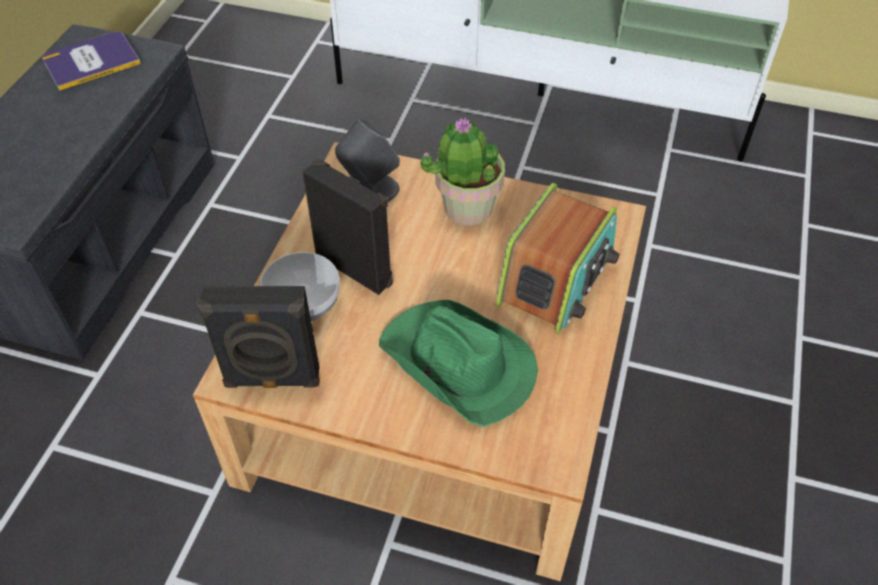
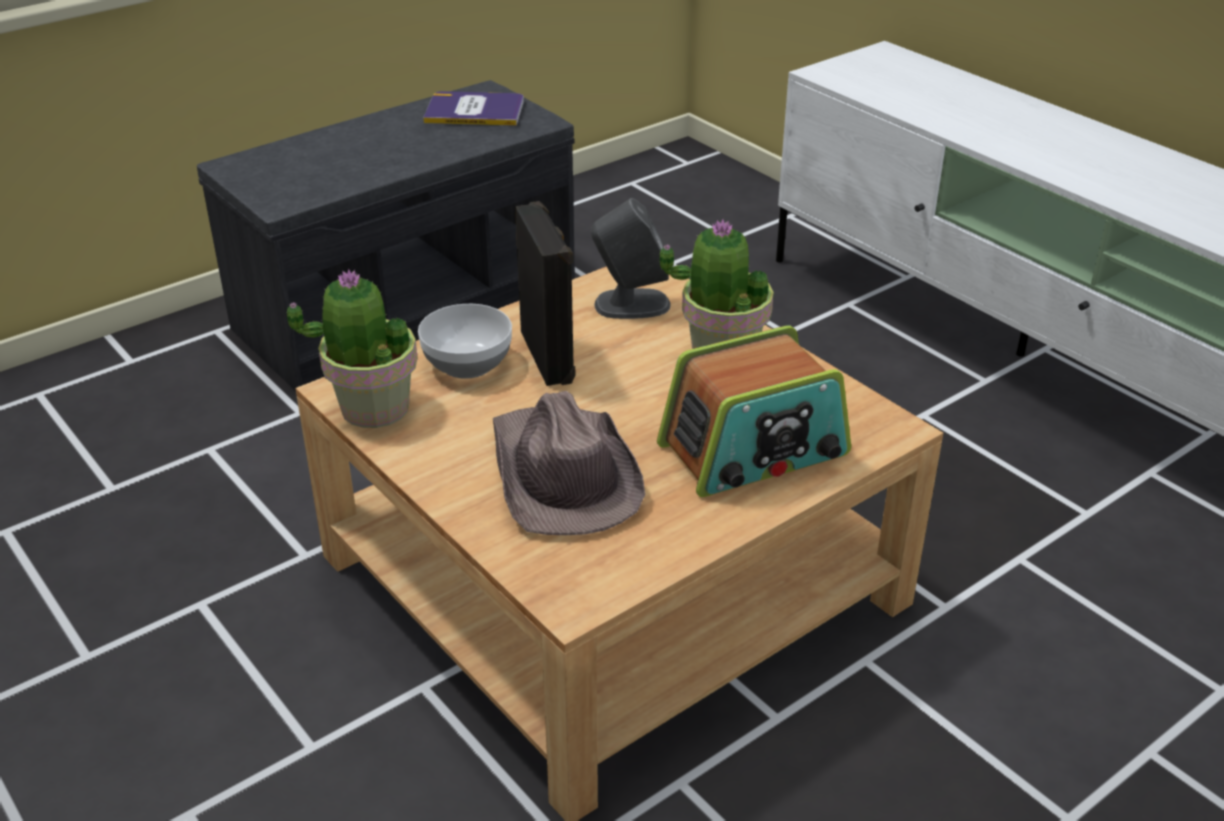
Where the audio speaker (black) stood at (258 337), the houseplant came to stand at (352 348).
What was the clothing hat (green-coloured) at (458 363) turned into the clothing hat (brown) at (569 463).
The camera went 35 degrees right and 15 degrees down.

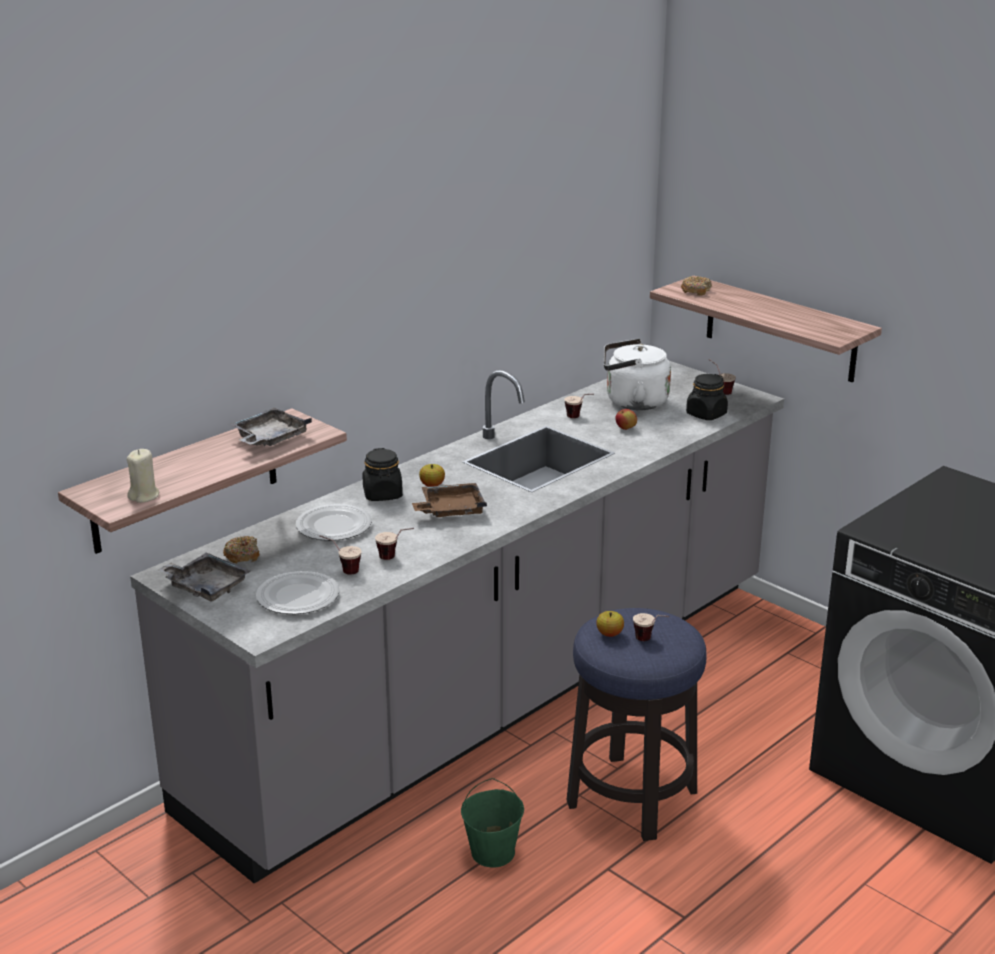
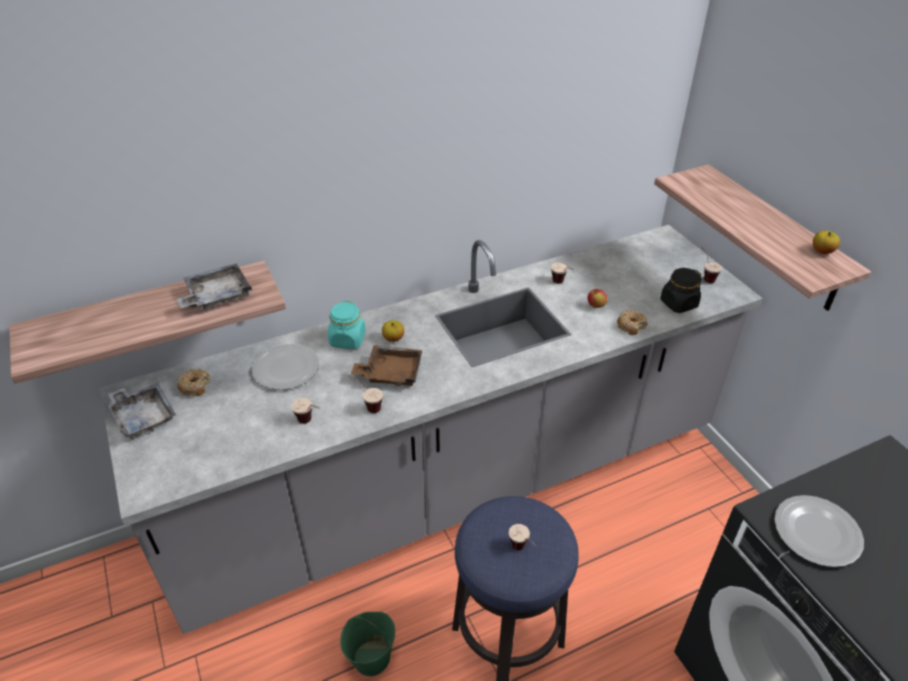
The second view lost the wax light (beige) at (143 476).
The second view lost the kettle (whitish) at (637 374).
The plate ended up elsewhere, having gone from (298 592) to (819 531).
The cup ended up elsewhere, having gone from (340 555) to (366 394).
The whole apple ended up elsewhere, having gone from (610 624) to (826 242).
The ring doughnut ended up elsewhere, having gone from (696 286) to (632 323).
What was the preserve jar (black) at (383 474) turned into the preserve jar (blue-green) at (347 325).
The camera went 20 degrees right and 15 degrees up.

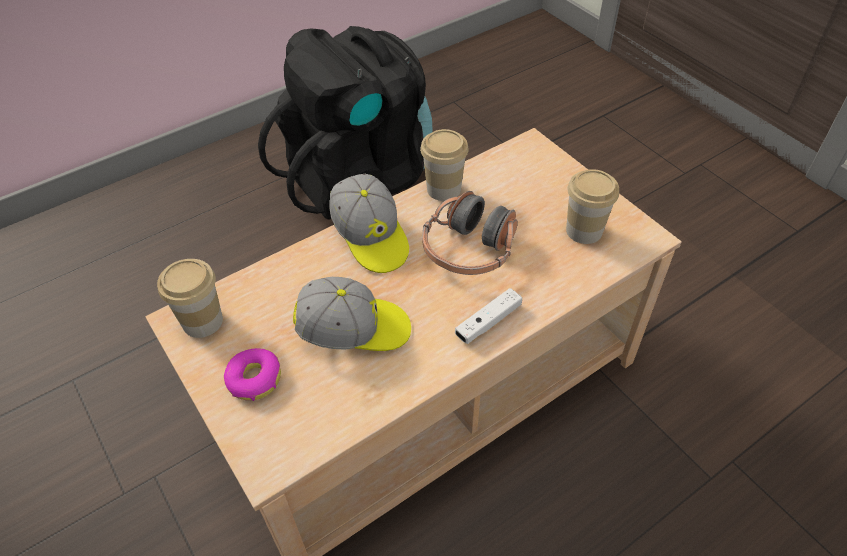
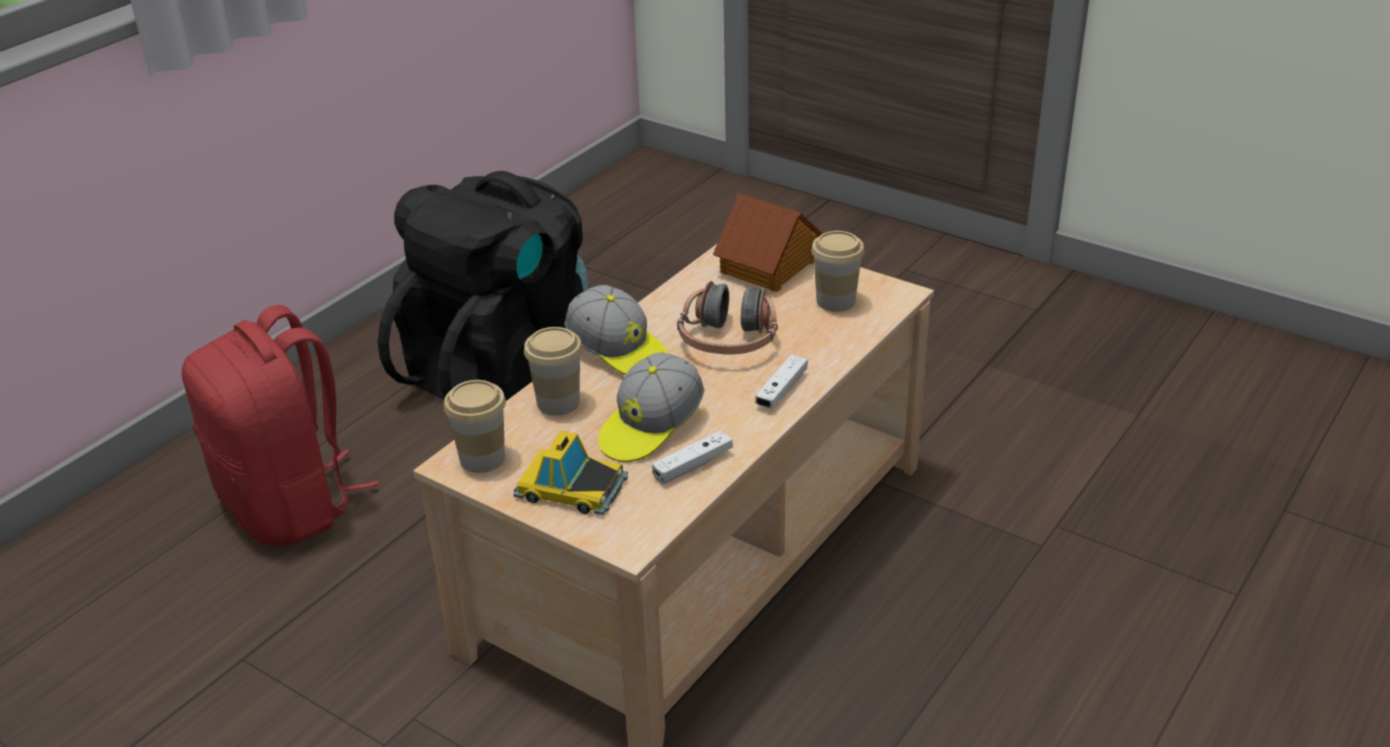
The second view gained the backpack (reddish) at (280 425).
The second view gained the gamepad (whitish) at (692 457).
The second view gained the toy house at (768 242).
The cup ended up elsewhere, having gone from (444 165) to (553 371).
Where the ring doughnut stood at (252 374), the miniature car came to stand at (570 473).
The peaked cap at (352 314) ended up facing another way, 150 degrees clockwise from before.
The camera went 20 degrees left and 15 degrees down.

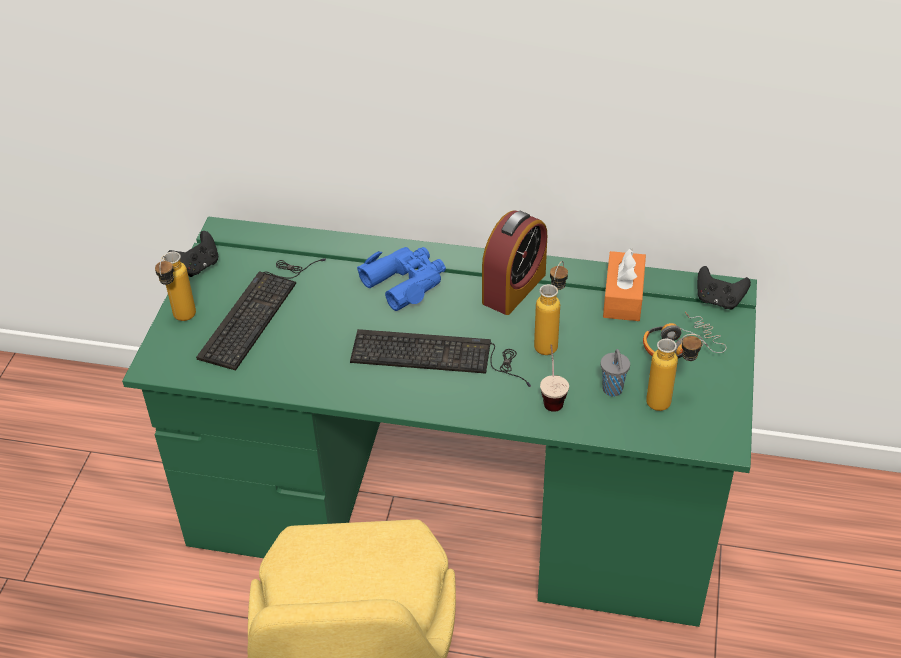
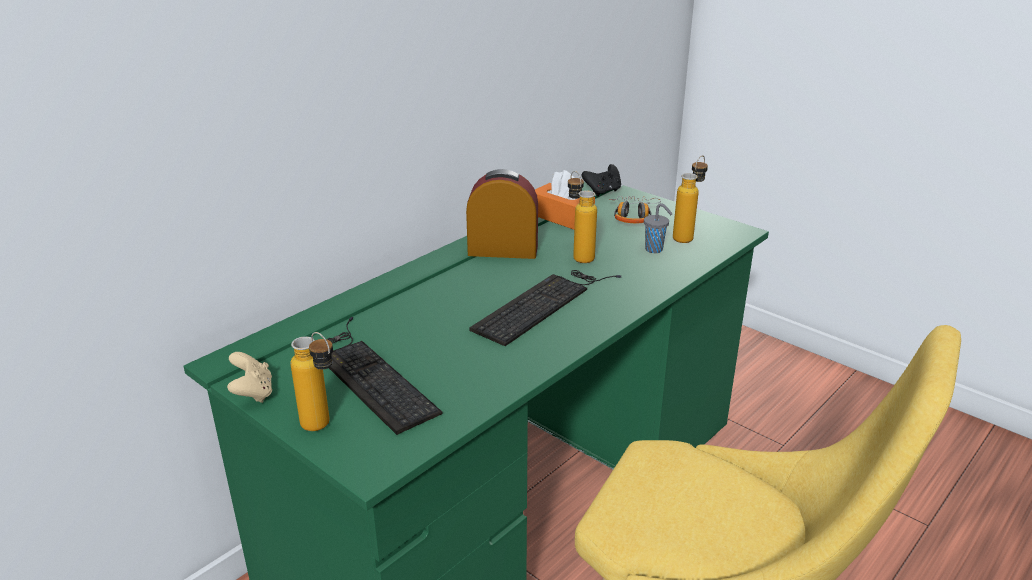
The second view lost the binoculars (bluish) at (401 279).
The second view lost the cup at (554 378).
What was the gamepad (black) at (193 254) turned into the gamepad (beige) at (249 377).
The bedside clock at (514 262) ended up facing another way, 60 degrees counterclockwise from before.
The camera went 60 degrees left and 15 degrees down.

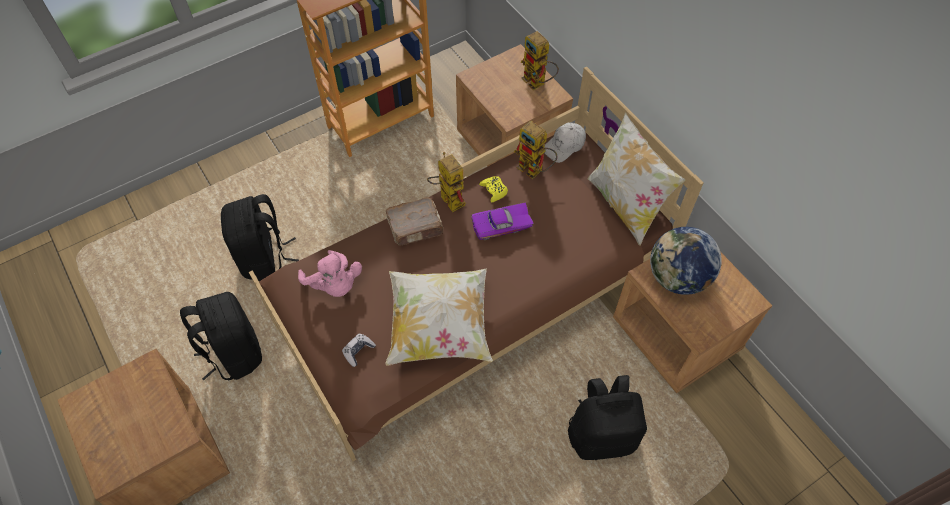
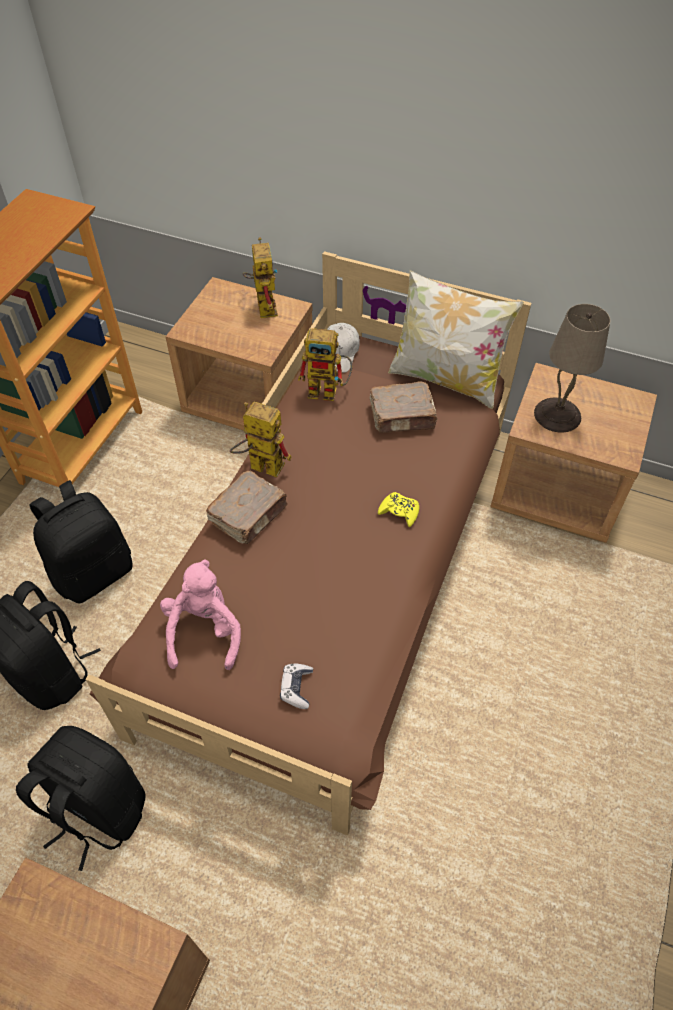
The second view lost the cushion at (439 317).
The second view lost the miniature car (purple-coloured) at (502 221).
The second view gained the book (brown) at (403 407).
The gamepad (yellowish) ended up elsewhere, having gone from (493 189) to (398 509).
The backpack (black) ended up elsewhere, having gone from (607 417) to (81 542).
Where the desk globe stood at (686 261), the tabletop lamp (beige) came to stand at (572 368).
The soft toy (pink-coloured) at (330 273) ended up facing another way, 105 degrees counterclockwise from before.
The model robot at (540 60) ended up facing another way, 120 degrees counterclockwise from before.
The camera went 35 degrees left and 5 degrees down.

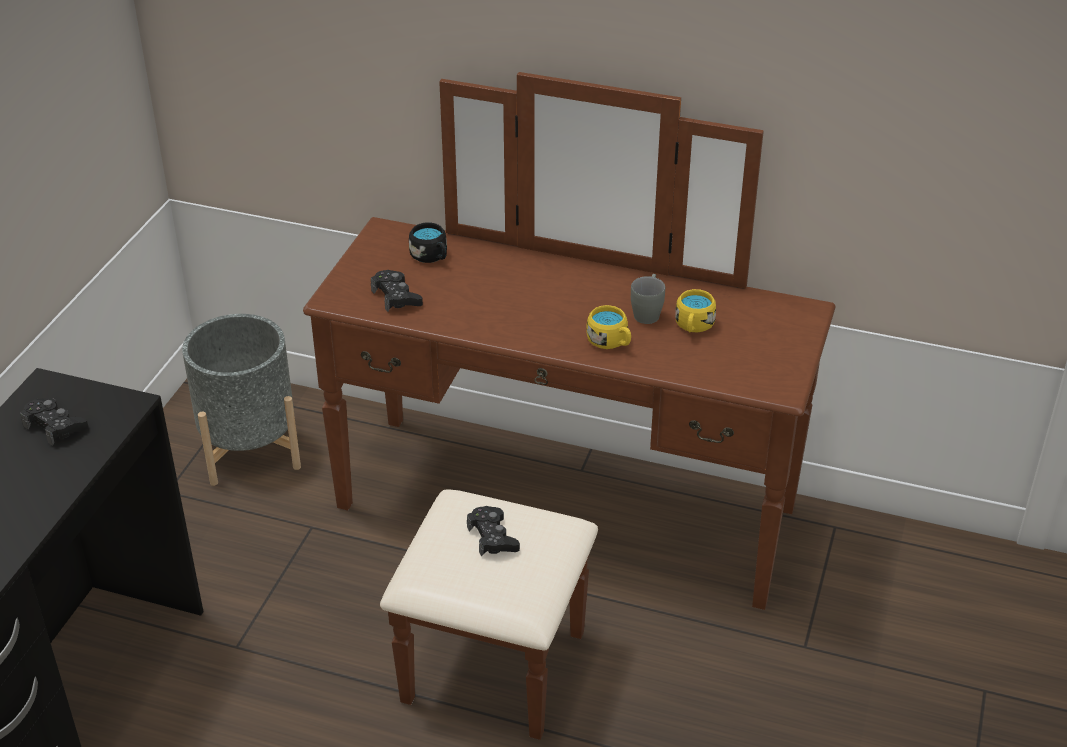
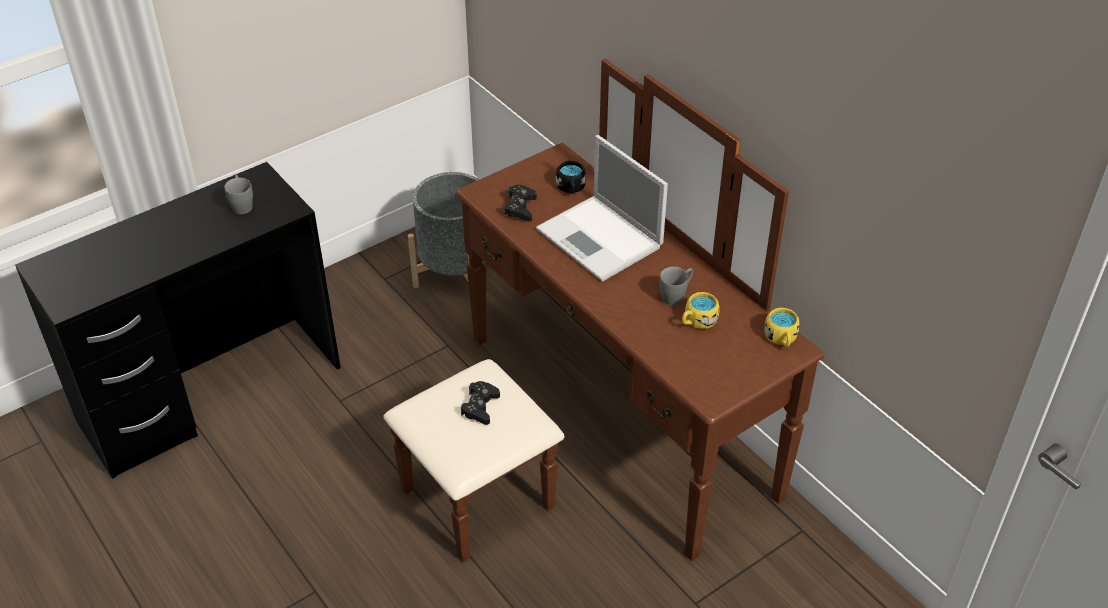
The second view gained the notebook computer at (602 208).
The tea mug (yellowish) ended up elsewhere, having gone from (608 327) to (782 327).
Where the gamepad (black) stood at (54 422), the tea mug (gray) came to stand at (238 194).
The camera went 35 degrees right and 5 degrees up.

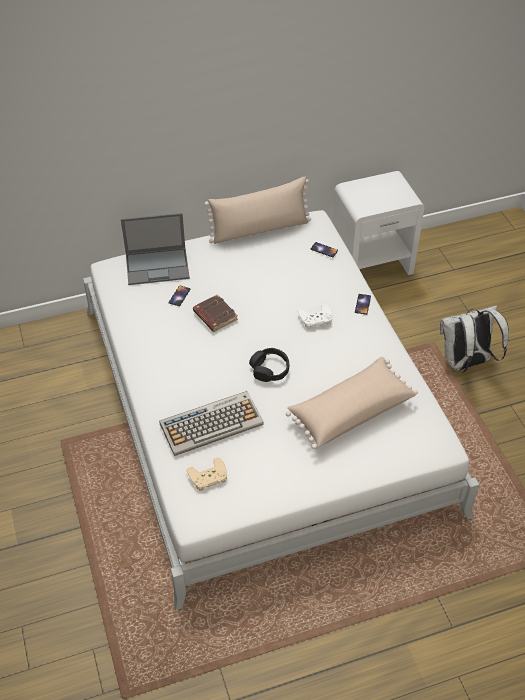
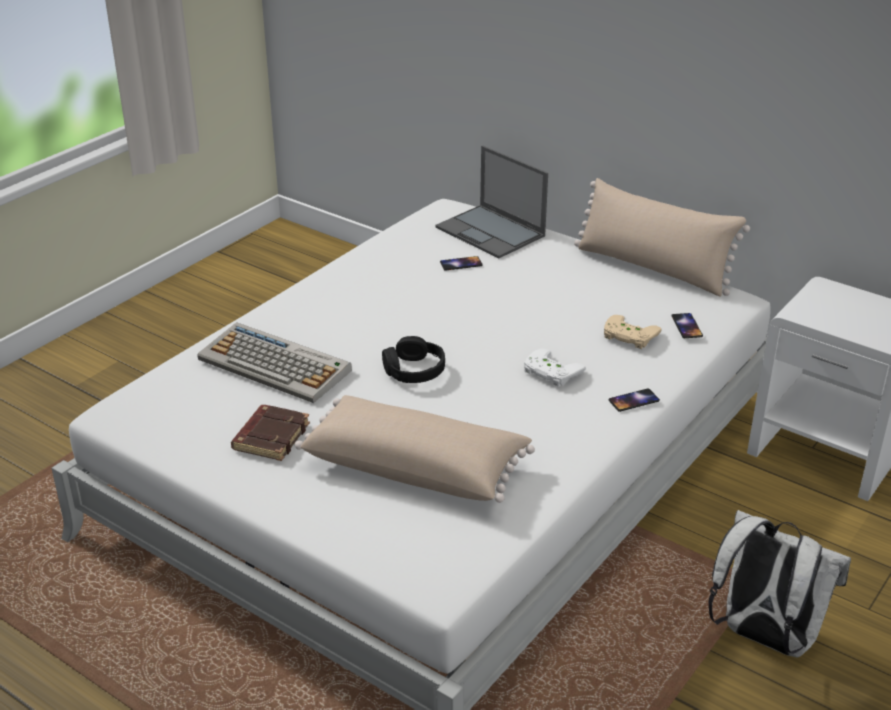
The gamepad (beige) ended up elsewhere, having gone from (207 474) to (633 332).
The book (brown) ended up elsewhere, having gone from (215 313) to (270 433).
The camera went 55 degrees right and 15 degrees down.

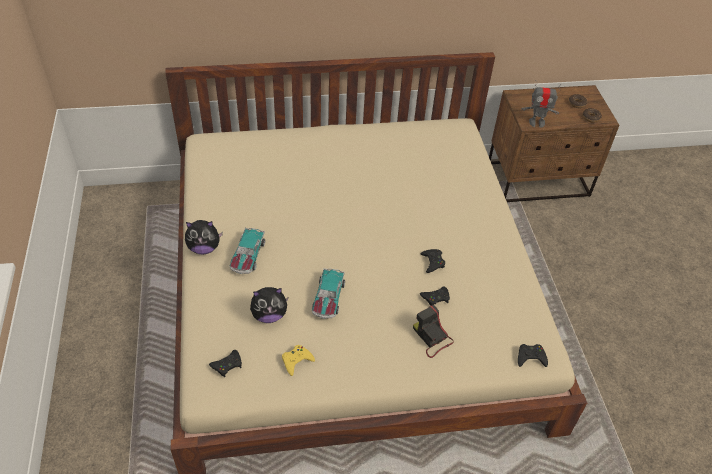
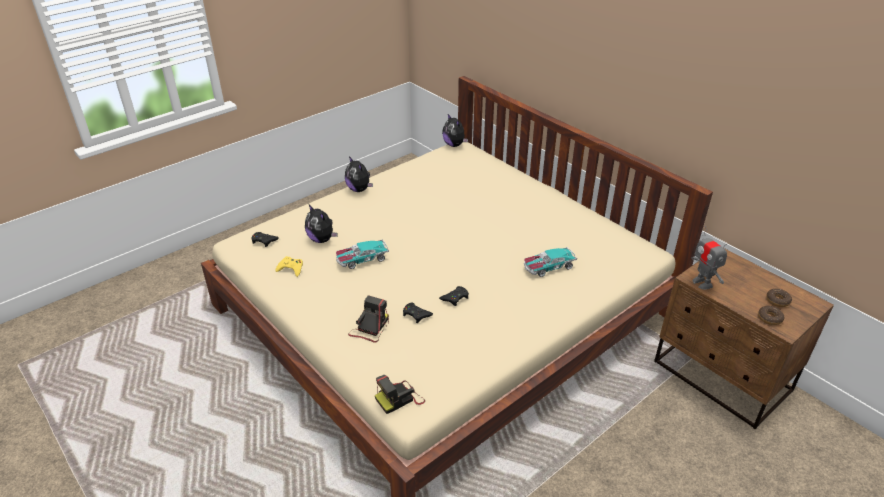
The second view gained the soft toy at (455 130).
The miniature car ended up elsewhere, having gone from (247 251) to (550 262).
Where the gamepad (black) stood at (533 355), the still camera came to stand at (400 394).
The camera went 60 degrees right and 10 degrees down.

